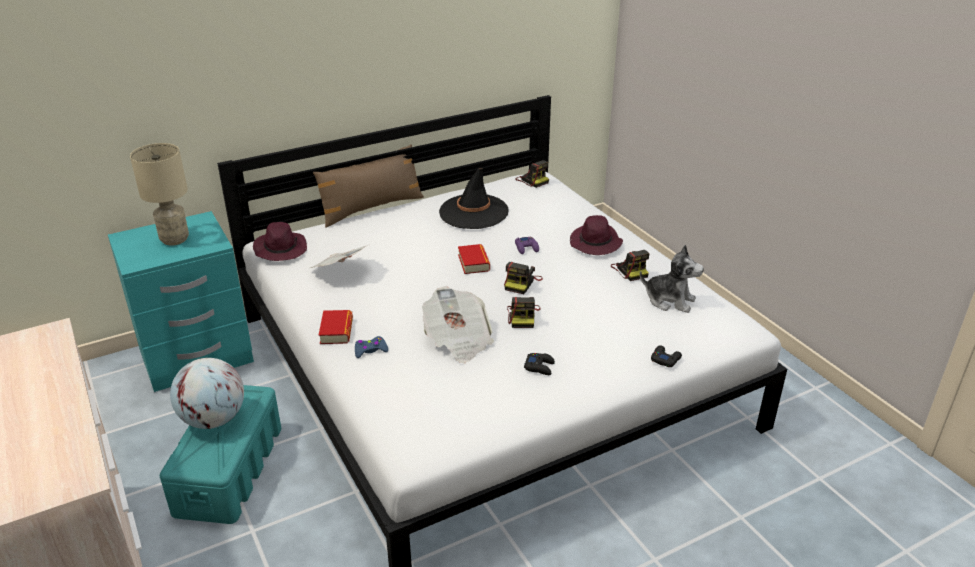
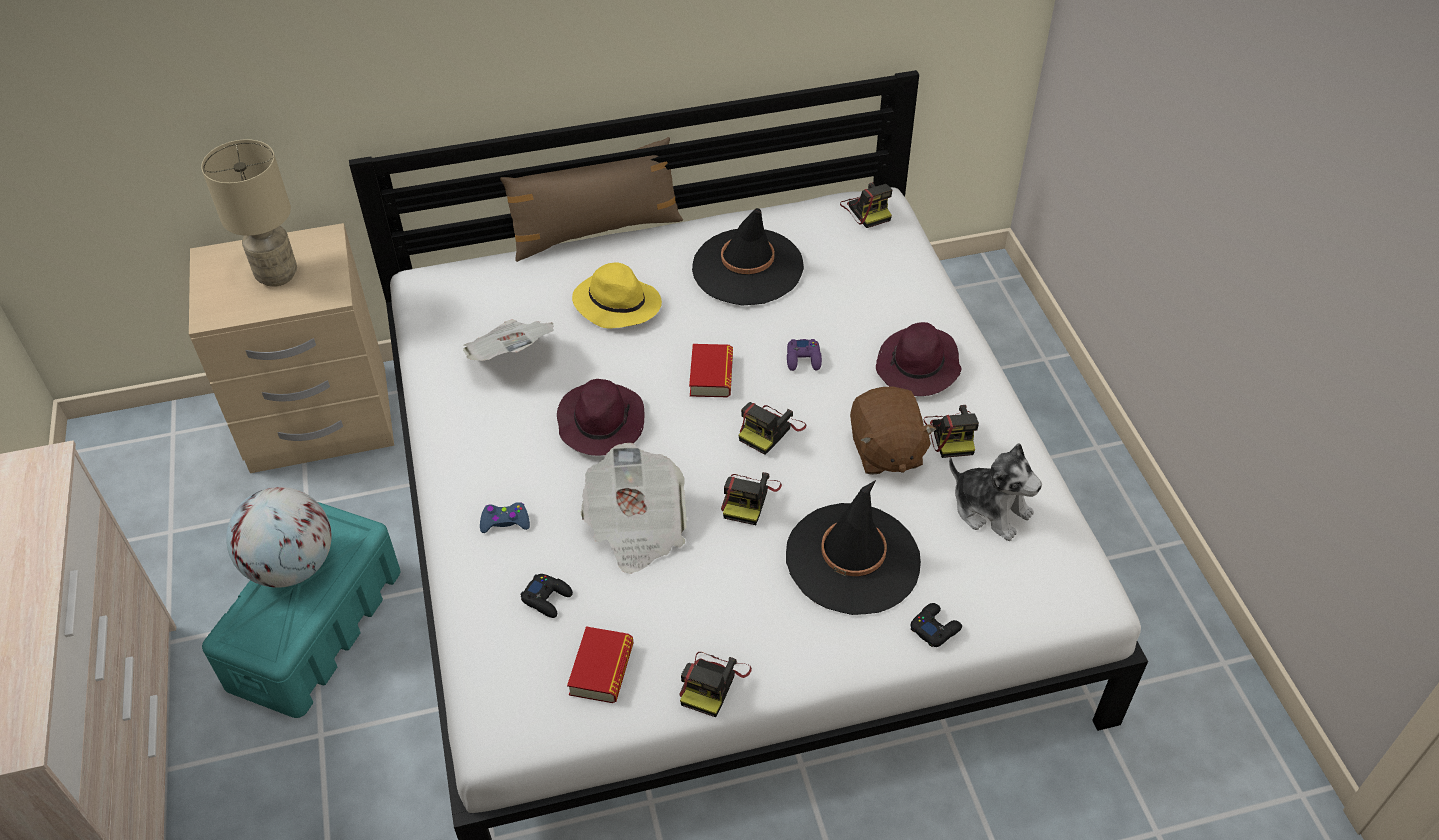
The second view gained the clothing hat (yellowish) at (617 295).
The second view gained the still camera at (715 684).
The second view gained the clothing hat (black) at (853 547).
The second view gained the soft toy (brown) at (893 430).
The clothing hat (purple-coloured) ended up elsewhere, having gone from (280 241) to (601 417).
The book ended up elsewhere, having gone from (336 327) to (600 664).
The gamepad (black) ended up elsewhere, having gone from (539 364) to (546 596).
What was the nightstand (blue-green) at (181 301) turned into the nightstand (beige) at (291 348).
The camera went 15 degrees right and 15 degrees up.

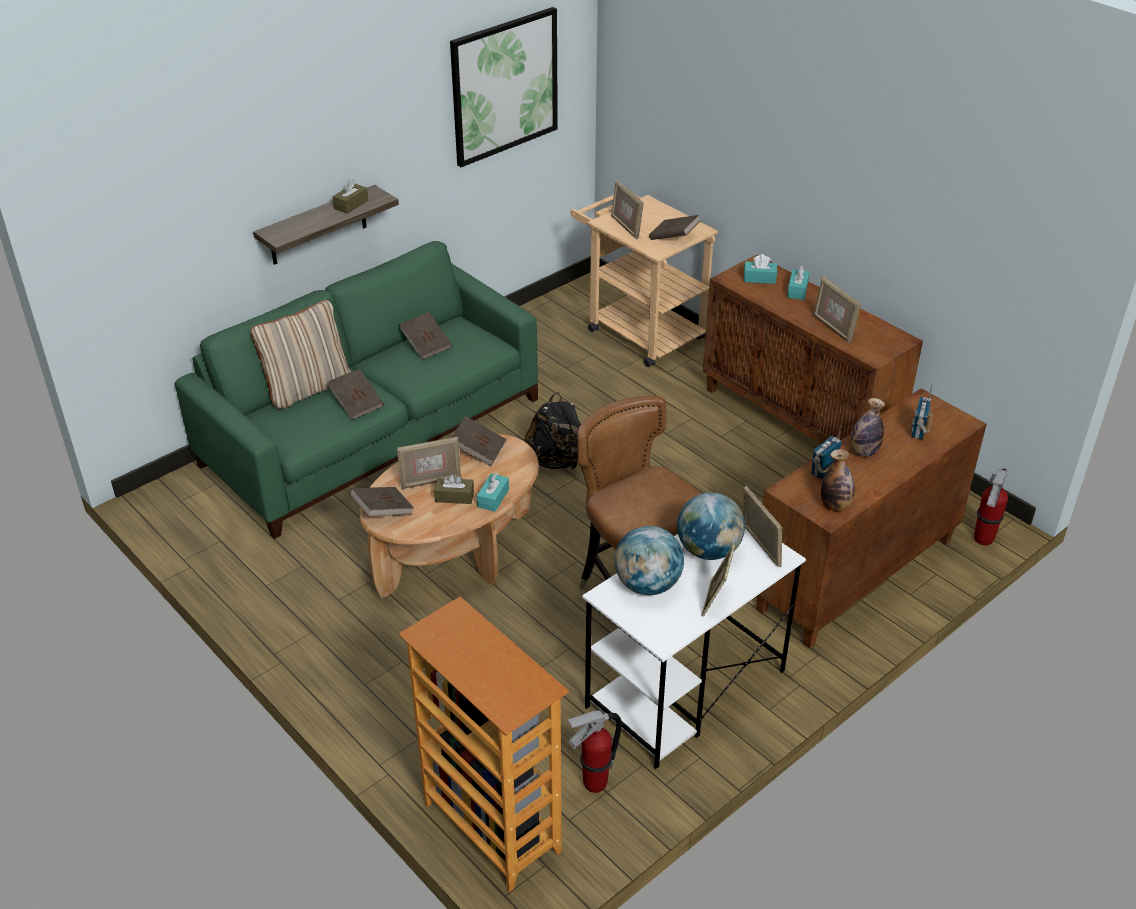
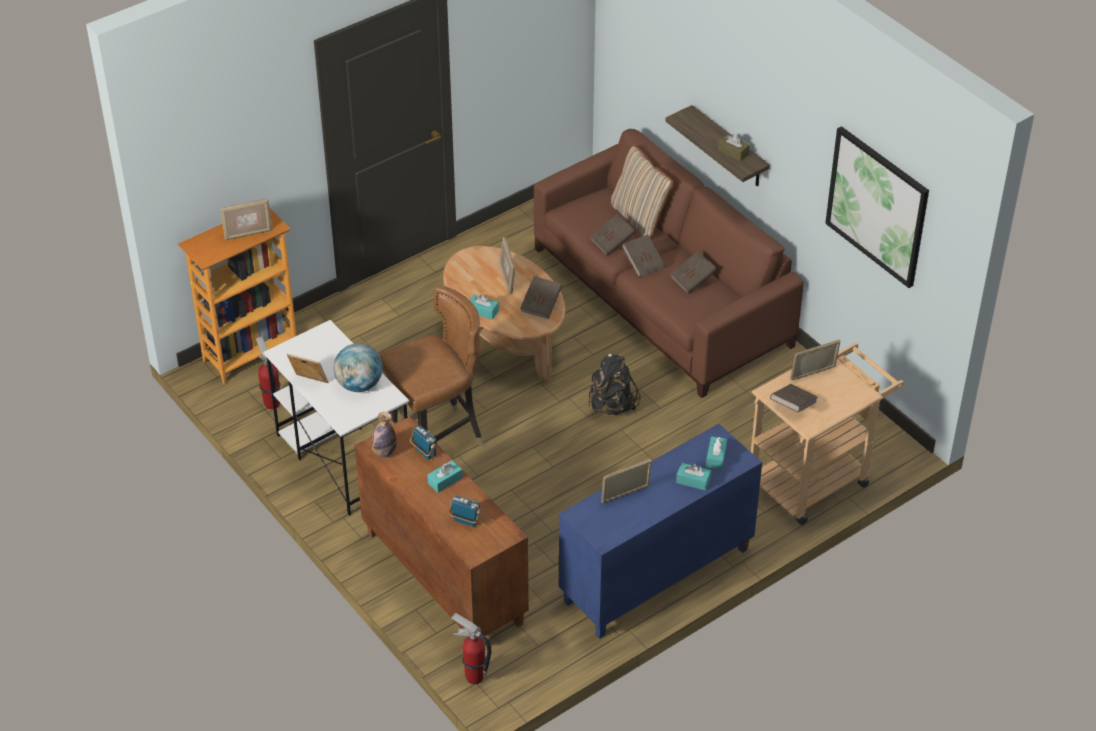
The second view lost the tissue box (brown) at (454 489).
The second view lost the desk globe at (649 560).
The book (brown) ended up elsewhere, having gone from (382 502) to (643 256).
The standing frame ended up elsewhere, having gone from (762 526) to (246 220).
Where the drink bottle stood at (867 427), the tissue box (blue-green) came to stand at (444 476).
What was the settee (green-coloured) at (356 390) turned into the settee (brown) at (669 263).
What was the cabinet (brown) at (813 349) turned into the cabinet (bluish) at (660 531).
The camera went 95 degrees right and 5 degrees up.

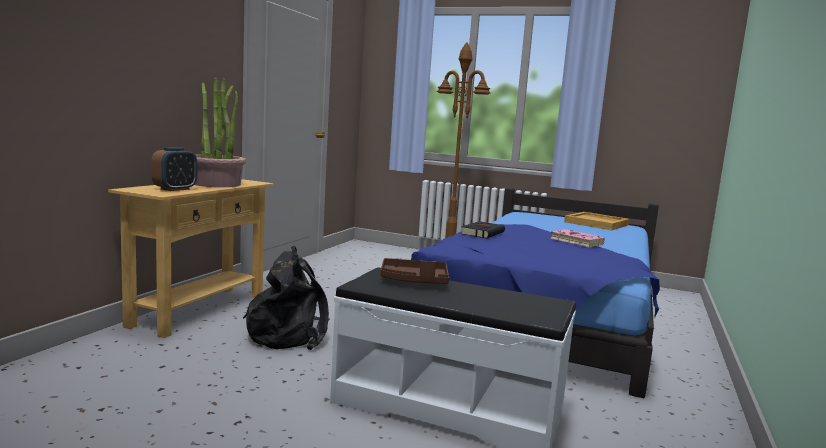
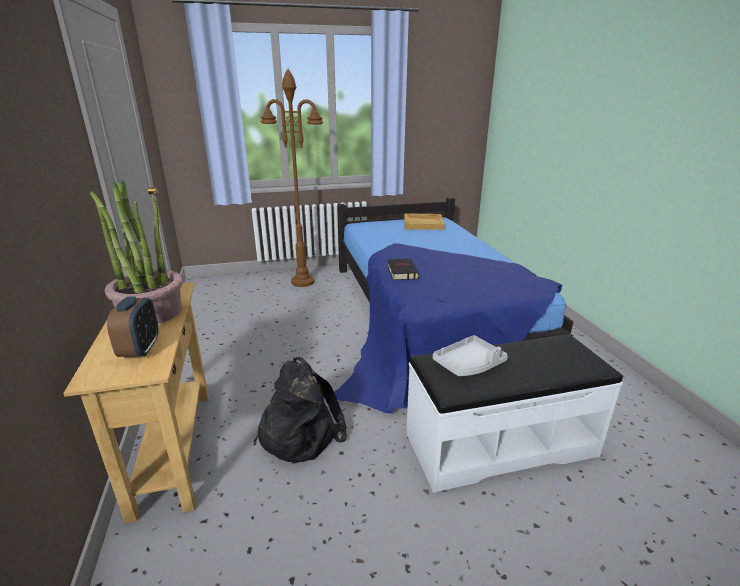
The second view lost the book (pink-coloured) at (577 238).
What was the carrying tray (brown) at (414 271) turned into the carrying tray (gray) at (470 355).
The camera went 35 degrees left and 15 degrees up.

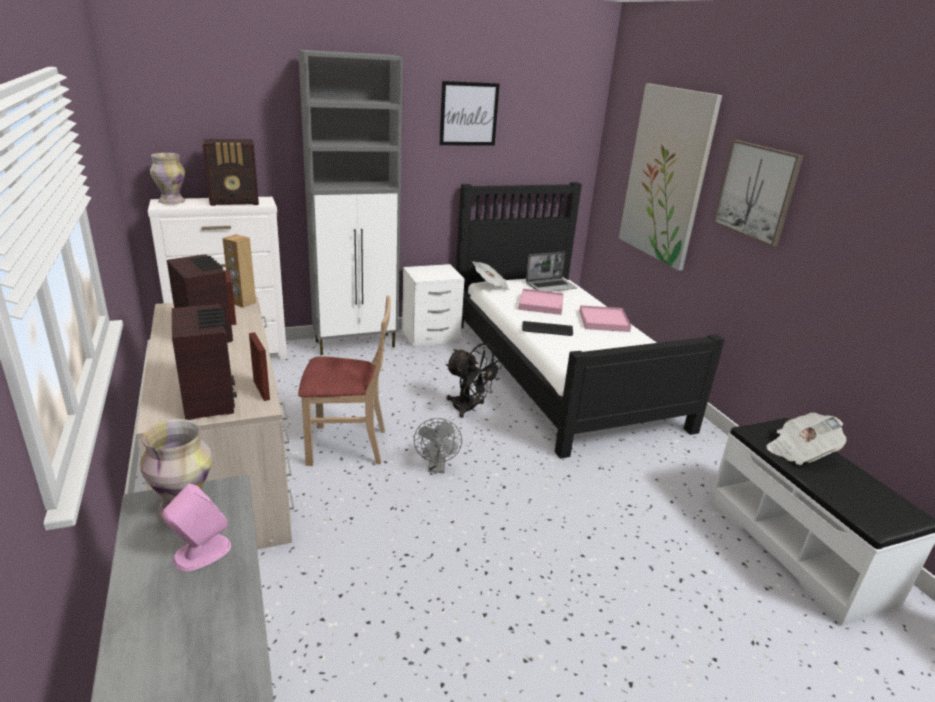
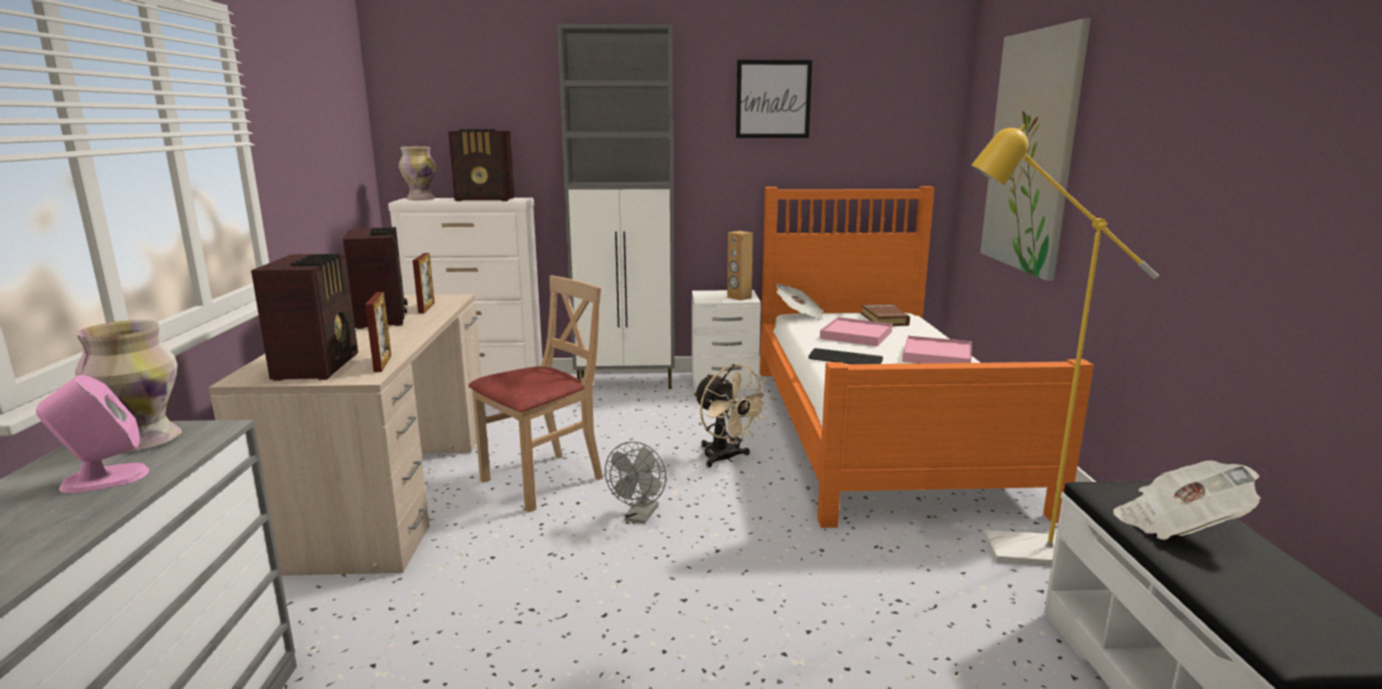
The second view lost the wall picture at (758 193).
The second view gained the floor lamp (yellowish) at (1065 345).
The audio speaker (brown) ended up elsewhere, having gone from (239 271) to (740 266).
Where the notebook computer stood at (551 271), the book (brown) came to stand at (885 315).
What was the electric fan (black) at (474 380) turned into the electric fan (beige) at (732 415).
What was the bedroom bed (black) at (590 320) turned into the bedroom bed (orange-coloured) at (927 357).
The chair (beige) at (344 380) ended up facing another way, 60 degrees counterclockwise from before.
The camera went 20 degrees right and 10 degrees down.

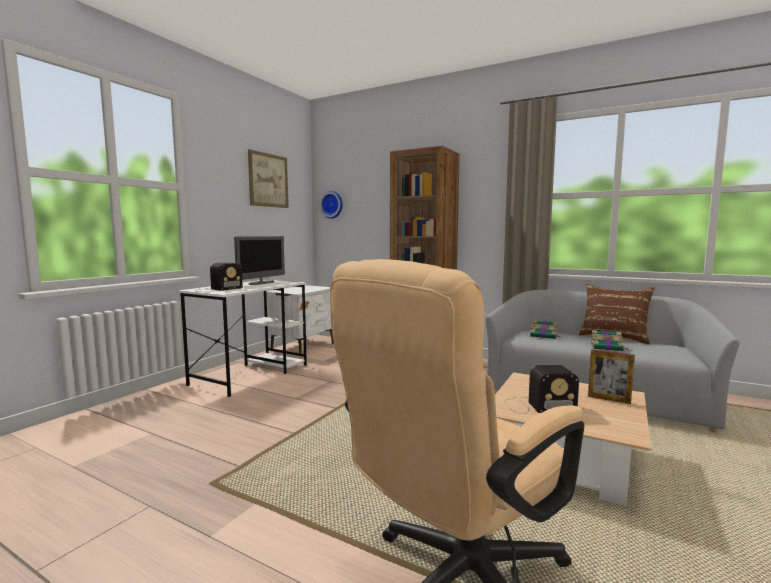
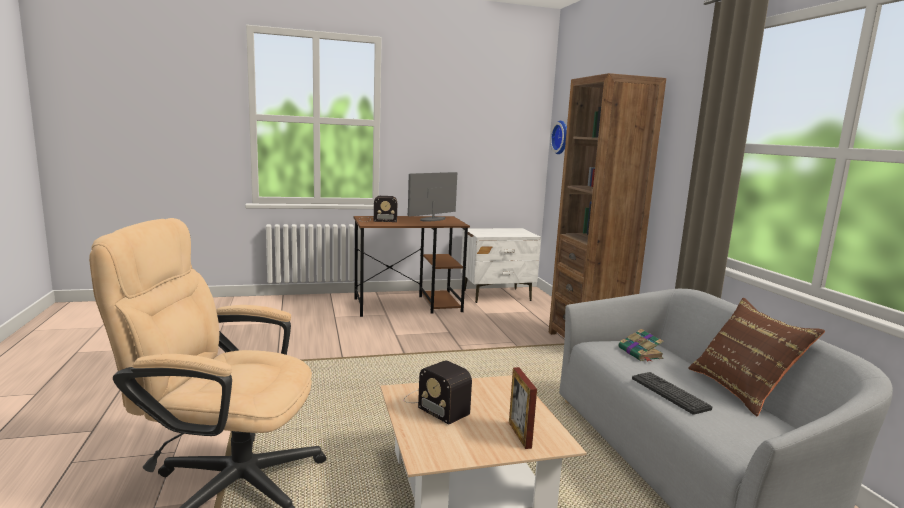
The second view lost the wall picture at (268 178).
Where the book stood at (609 340), the PC keyboard came to stand at (672 393).
What was the desk unit (whitish) at (242 338) turned into the desk unit (brown) at (411 266).
The monitor at (259 260) ended up facing another way, 150 degrees clockwise from before.
The camera went 45 degrees right and 5 degrees up.

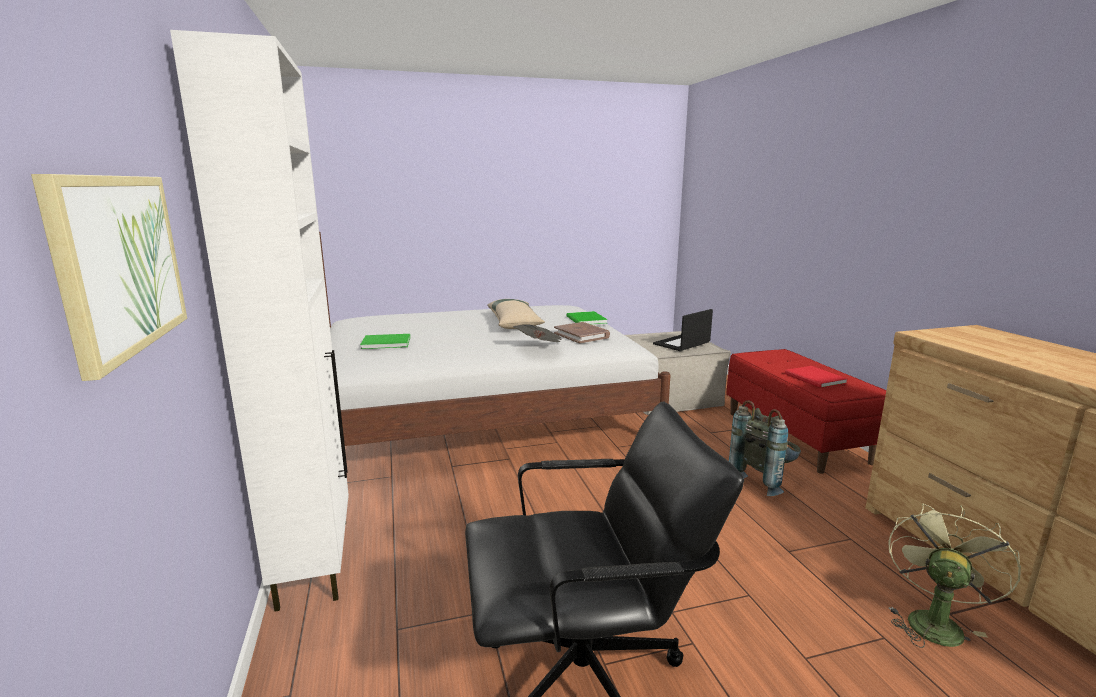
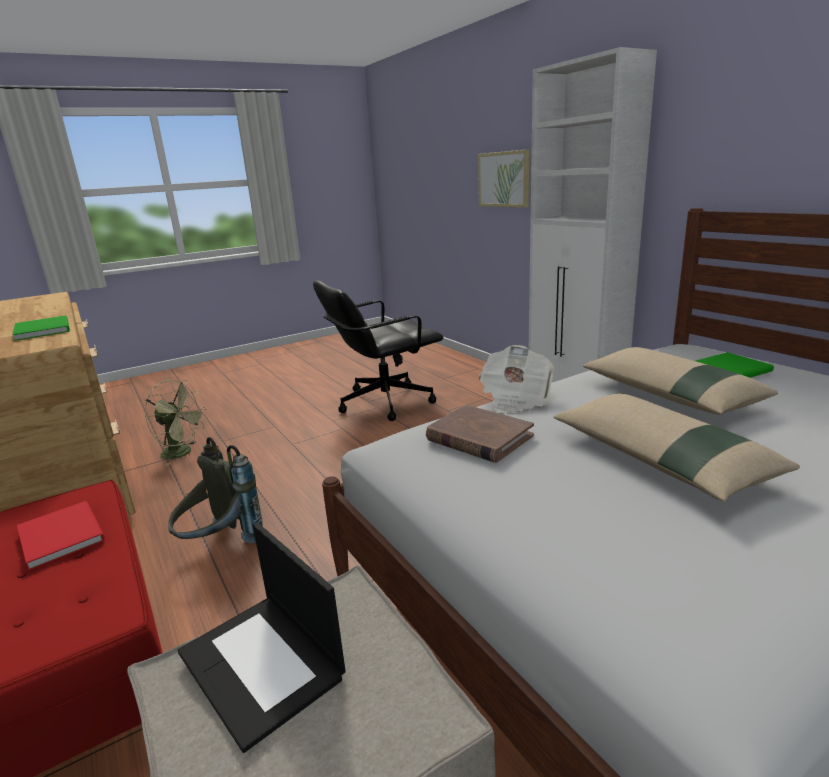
The second view gained the cushion (beige) at (680 381).
The book (green-coloured) ended up elsewhere, having gone from (587 317) to (41 328).
The notebook computer at (683 330) ended up facing another way, 105 degrees clockwise from before.
The electric fan (green-coloured) at (954 576) ended up facing another way, 90 degrees counterclockwise from before.
The camera went 165 degrees right and 5 degrees up.

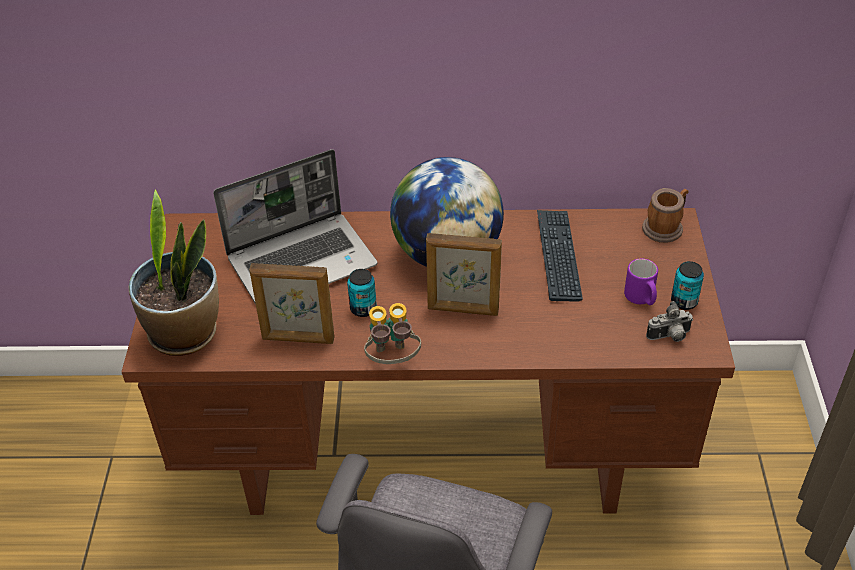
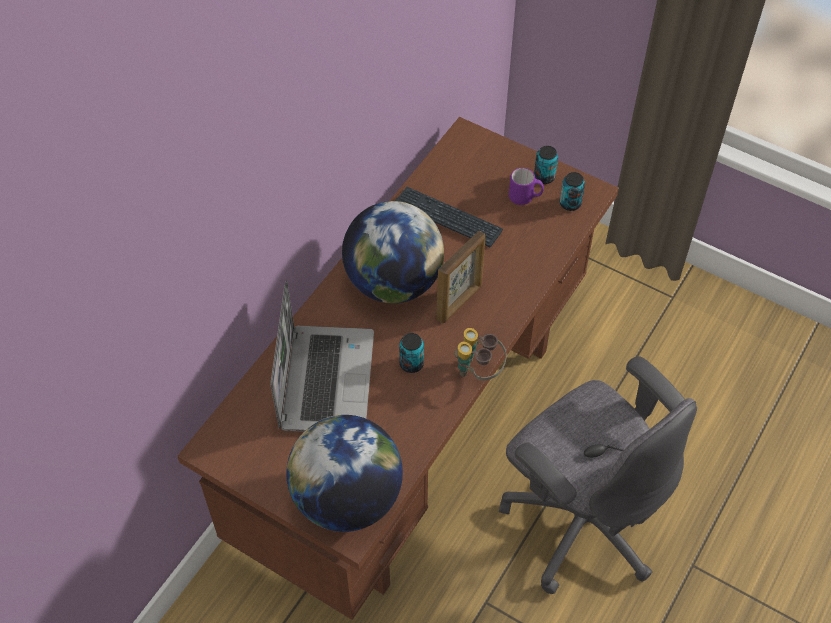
The second view lost the standing frame at (291 303).
The second view lost the tea mug at (665 215).
Where the houseplant stood at (174 273), the desk globe came to stand at (344 473).
Where the still camera stood at (669 321), the metal can came to stand at (572 191).
The camera went 60 degrees left and 10 degrees up.

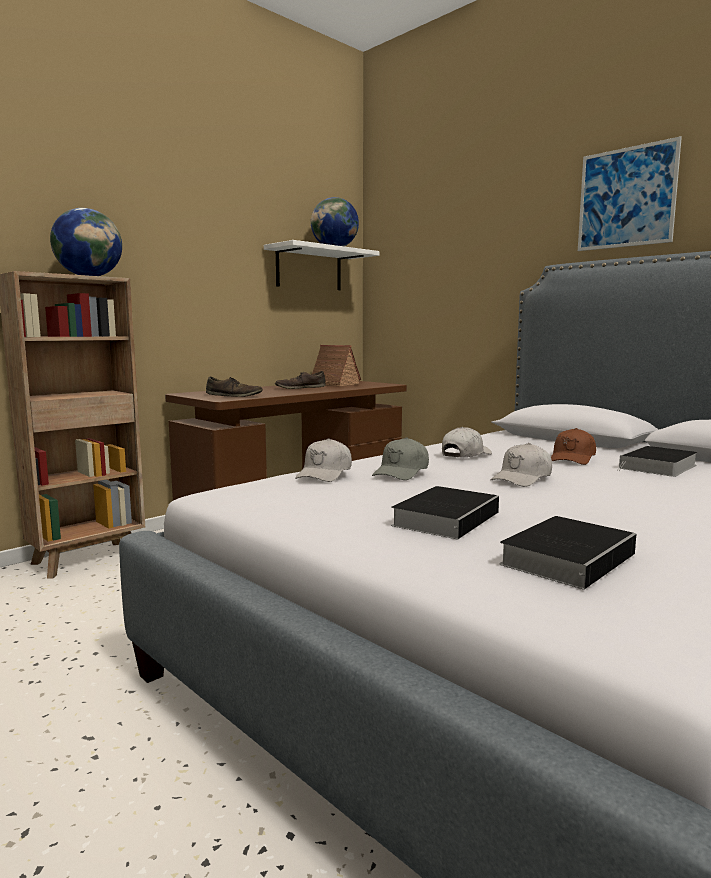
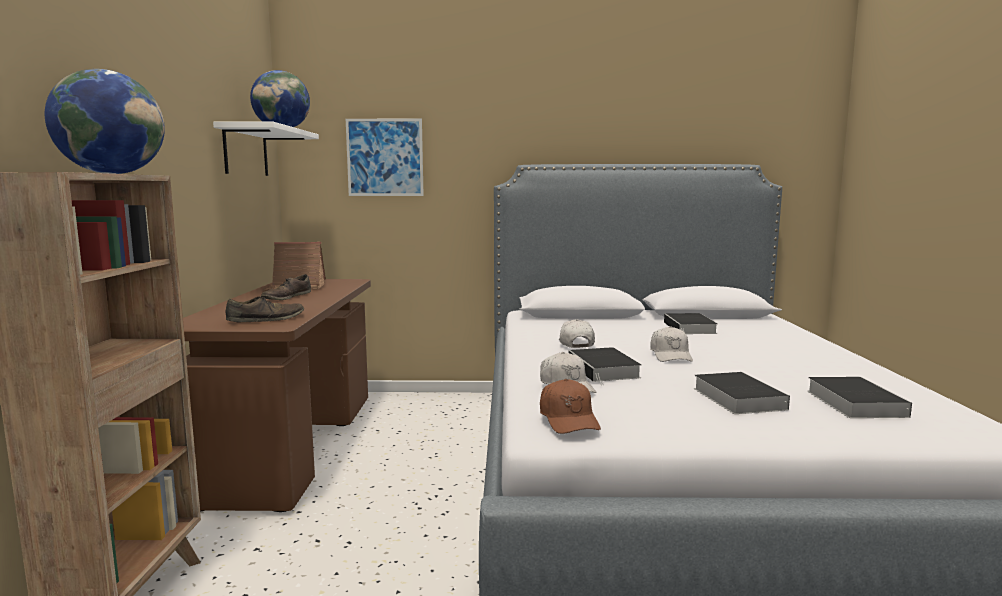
The peaked cap (brown) ended up elsewhere, having gone from (573 446) to (570 406).
The wall picture ended up elsewhere, having gone from (630 193) to (385 157).
Where the peaked cap (gray) stood at (400 458), the book came to stand at (605 366).
The camera went 45 degrees left and 0 degrees up.

